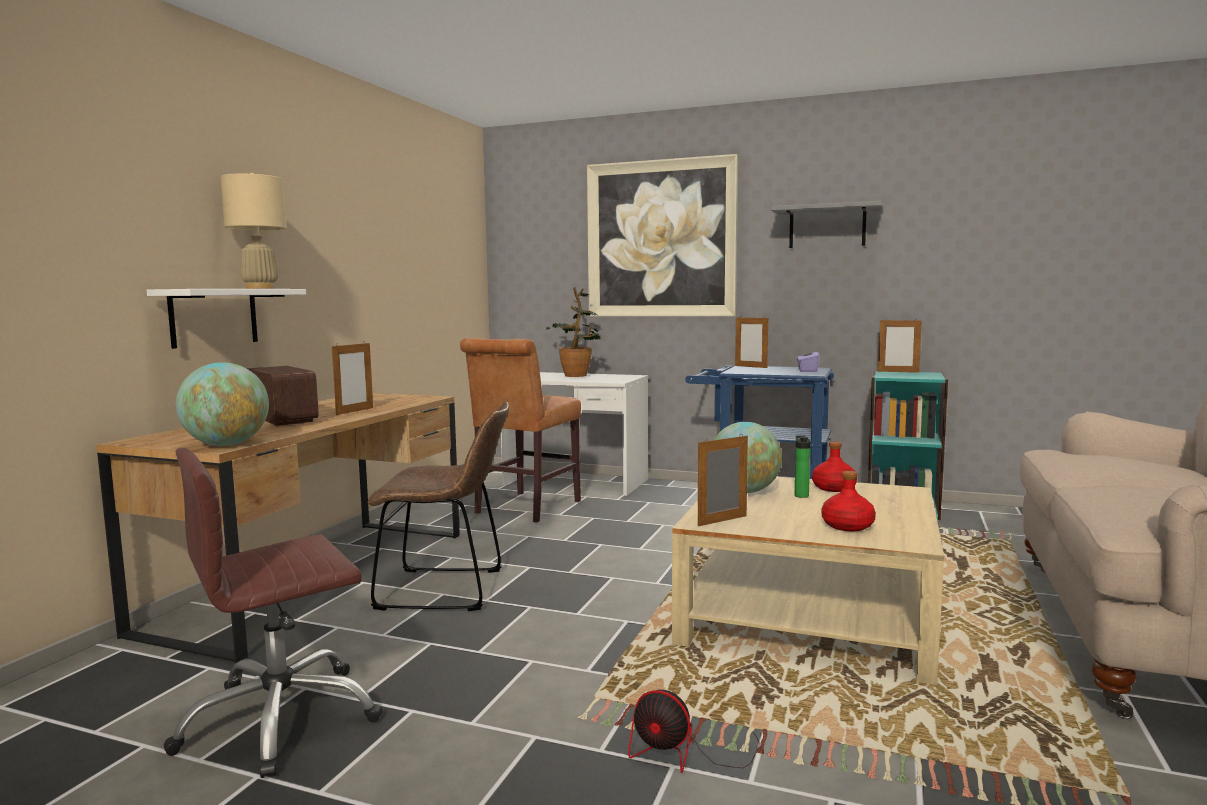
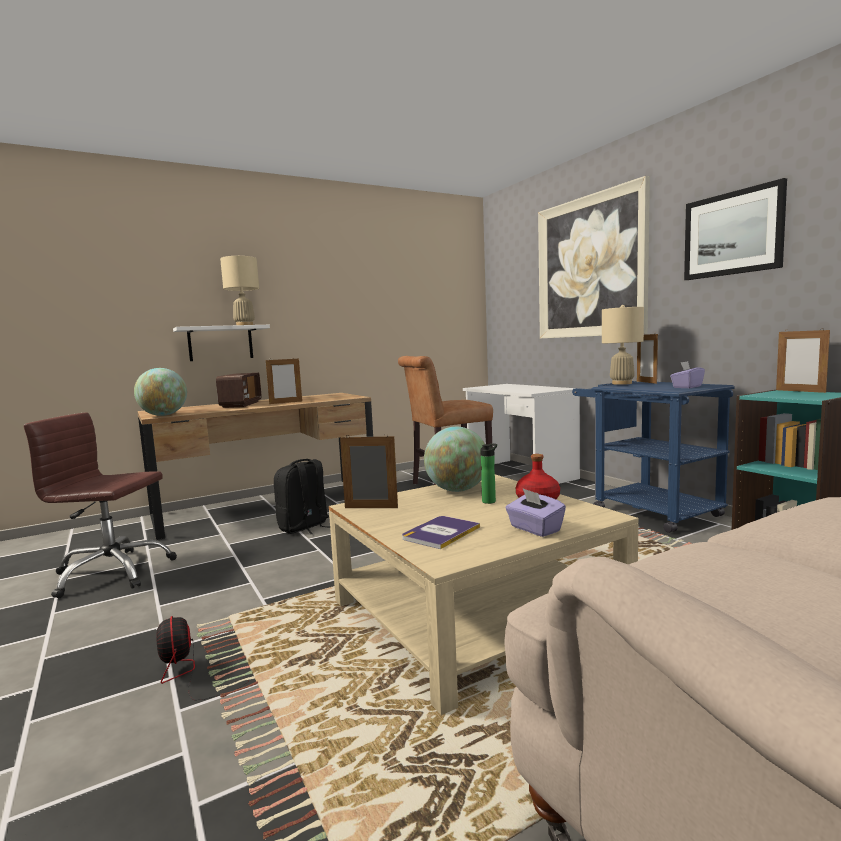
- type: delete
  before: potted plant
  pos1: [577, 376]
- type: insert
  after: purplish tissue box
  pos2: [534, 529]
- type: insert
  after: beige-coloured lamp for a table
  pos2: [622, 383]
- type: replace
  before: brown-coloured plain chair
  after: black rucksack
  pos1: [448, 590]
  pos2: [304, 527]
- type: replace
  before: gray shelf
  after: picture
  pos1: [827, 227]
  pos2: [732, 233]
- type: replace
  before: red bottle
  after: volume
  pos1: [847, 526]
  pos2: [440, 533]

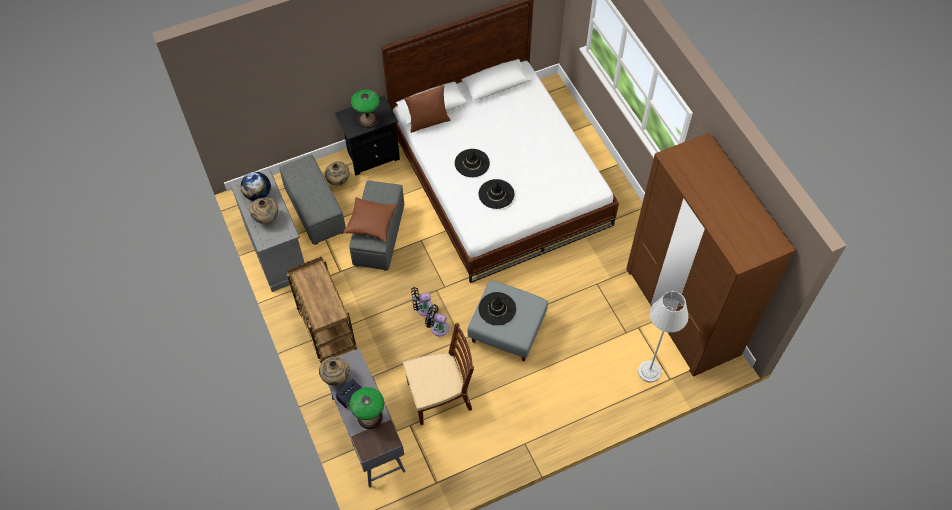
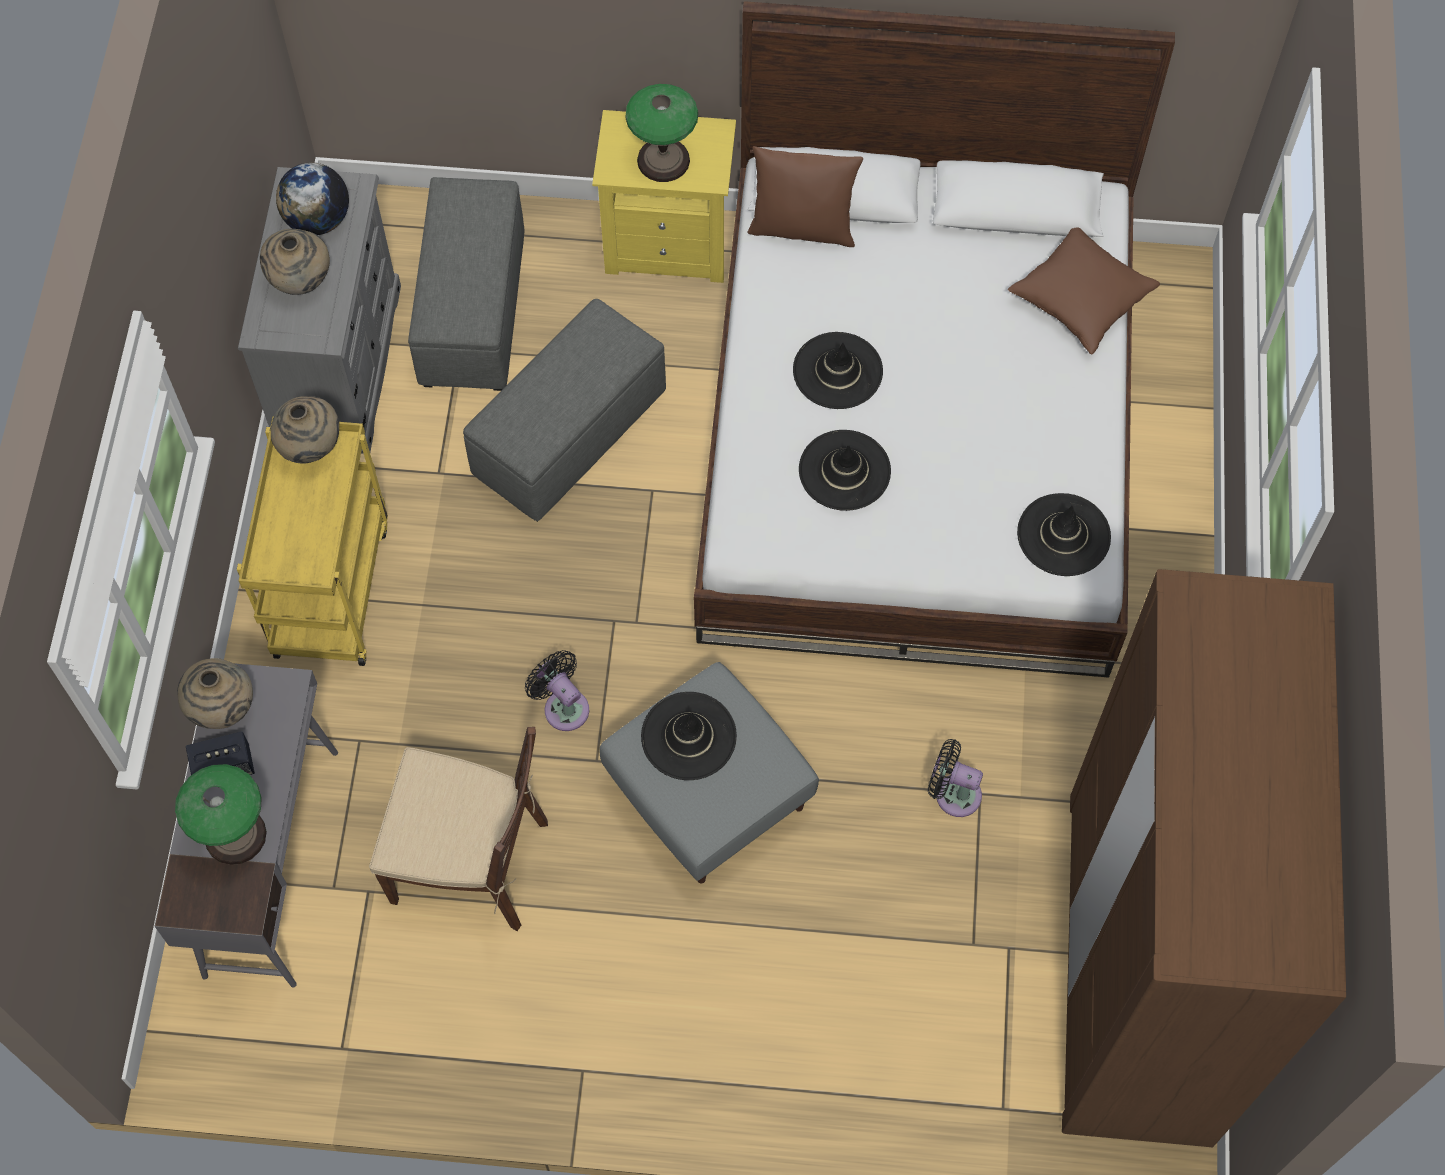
- type: delete
  before: gray standard lamp
  pos1: [649, 371]
- type: insert
  after: black wearable hat
  pos2: [1063, 535]
- type: move
  before: beige-coloured decorative vase
  pos1: [338, 181]
  pos2: [311, 449]
- type: move
  before: brown-coloured pillow
  pos1: [371, 223]
  pos2: [1080, 298]
- type: move
  before: black cooling fan
  pos1: [422, 308]
  pos2: [953, 793]
- type: recolor
  before: brown-coloured trolley
  after: yellow-coloured trolley
  pos1: [326, 330]
  pos2: [330, 587]
- type: recolor
  before: black bedside table
  after: yellow-coloured bedside table
  pos1: [372, 155]
  pos2: [669, 244]

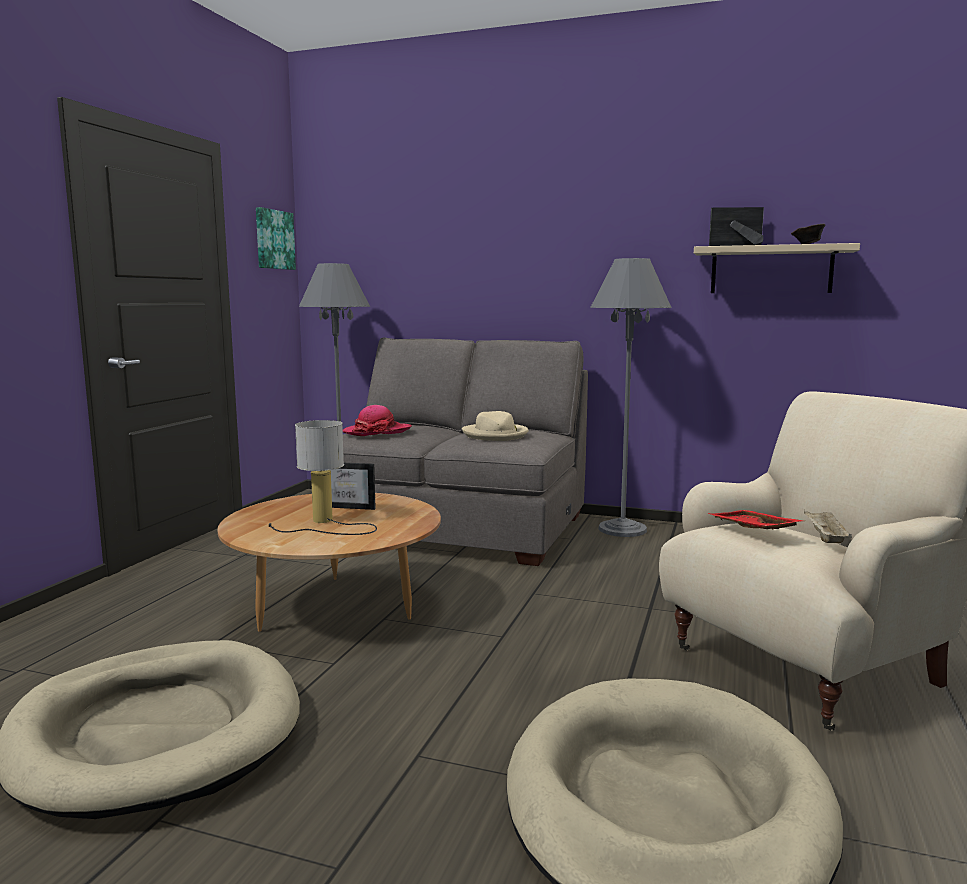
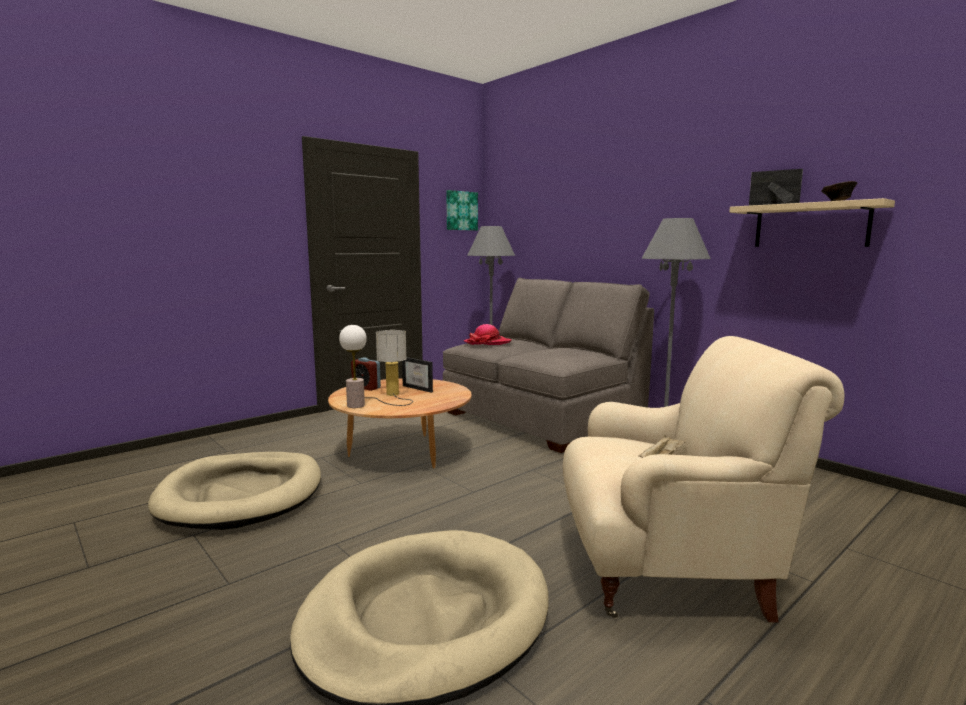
- type: delete
  before: beige-coloured wearable hat
  pos1: [495, 435]
- type: delete
  before: red serving tray
  pos1: [752, 530]
- type: insert
  after: lamp for a table
  pos2: [356, 405]
- type: insert
  after: table clock
  pos2: [366, 387]

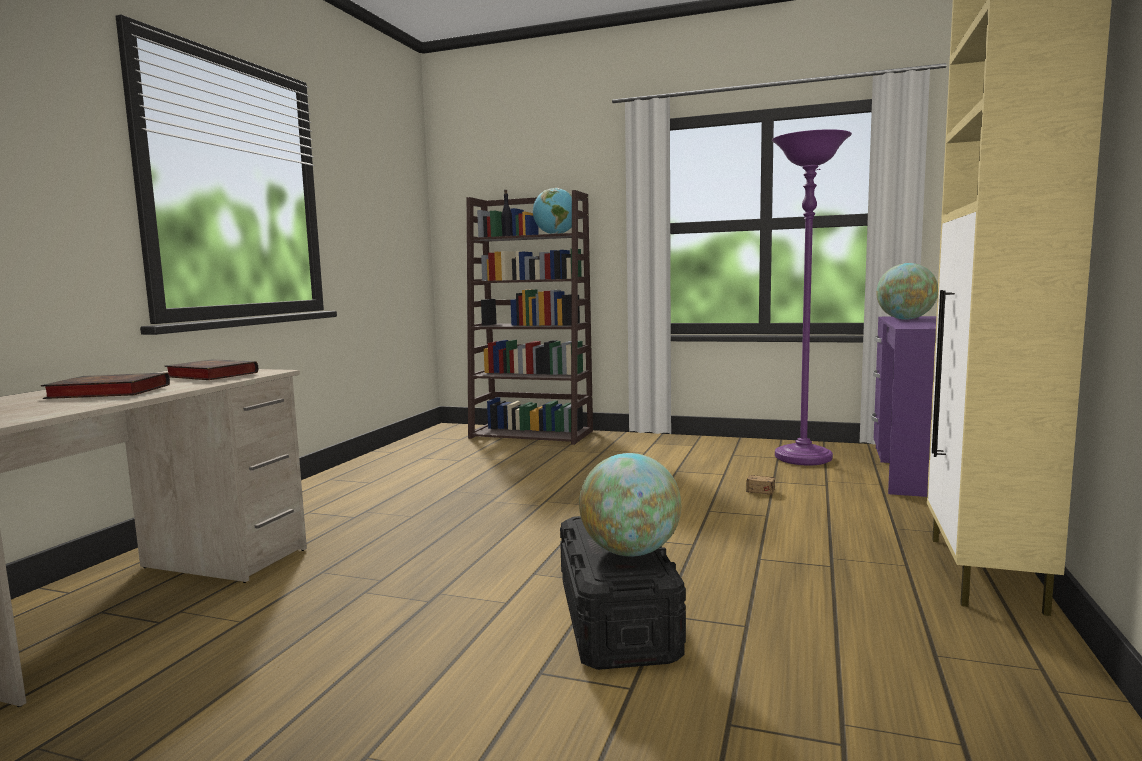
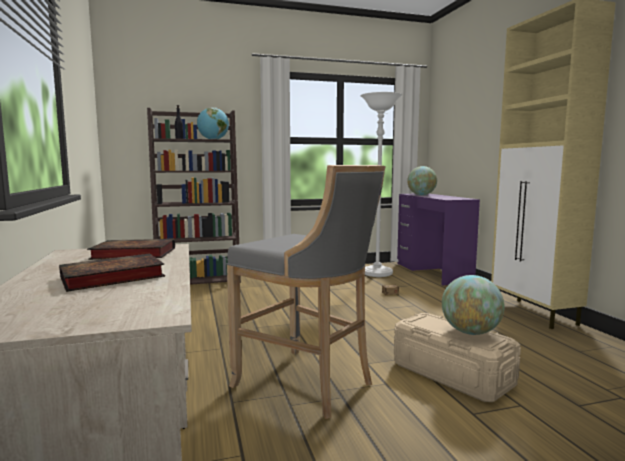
- type: insert
  after: gray stool
  pos2: [308, 384]
- type: recolor
  before: black storage bin
  after: beige-coloured storage bin
  pos1: [617, 618]
  pos2: [451, 374]
- type: recolor
  before: purplish standard lamp
  after: white-coloured standard lamp
  pos1: [803, 459]
  pos2: [377, 273]

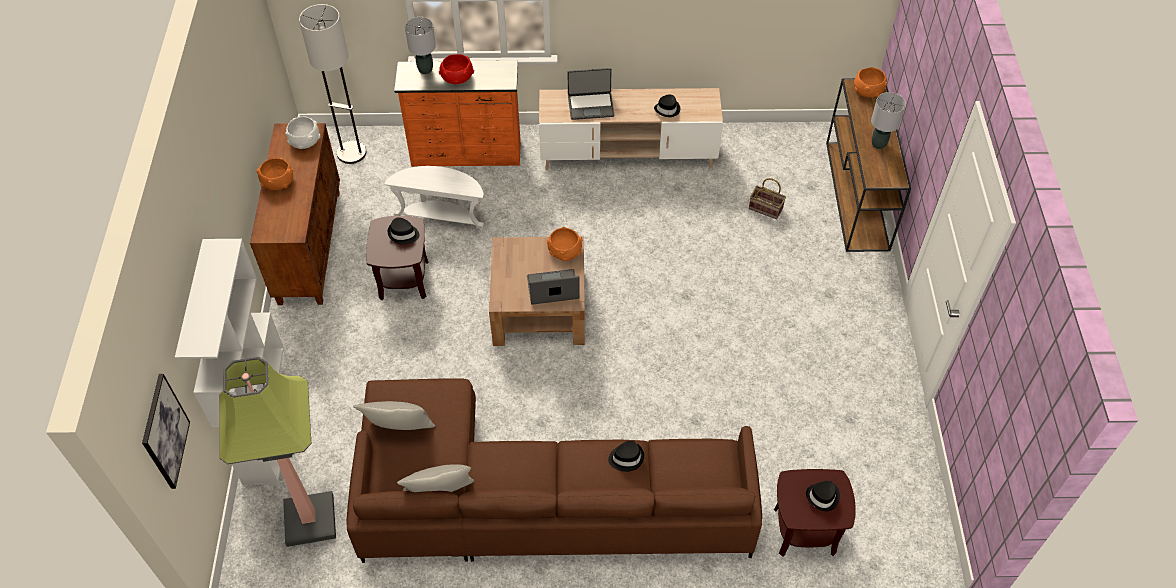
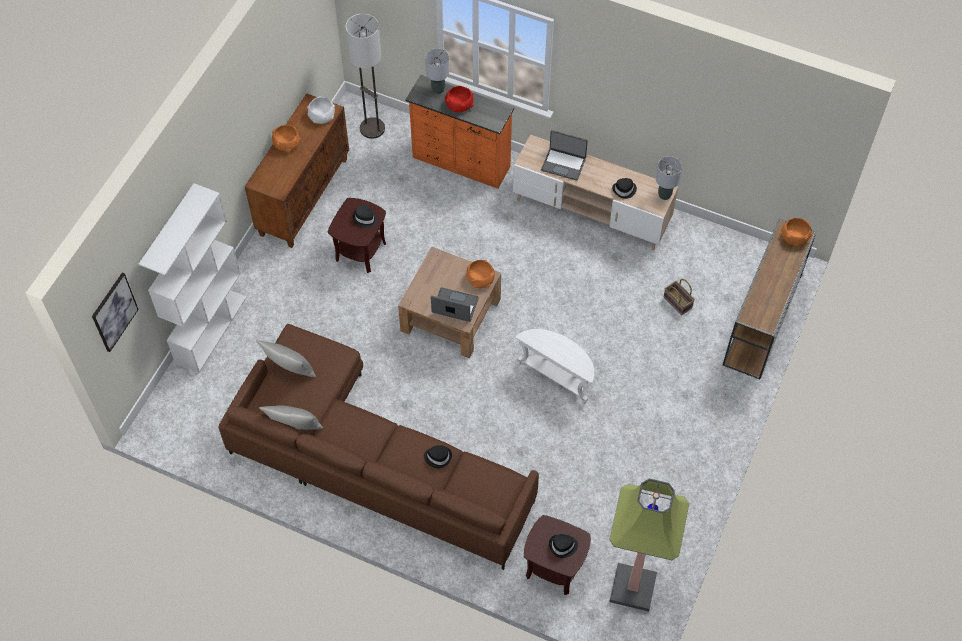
- type: move
  before: standard lamp
  pos1: [309, 519]
  pos2: [632, 587]
- type: move
  before: white-coloured side table
  pos1: [442, 218]
  pos2: [557, 376]
- type: move
  before: gray lamp for a table
  pos1: [879, 144]
  pos2: [664, 195]

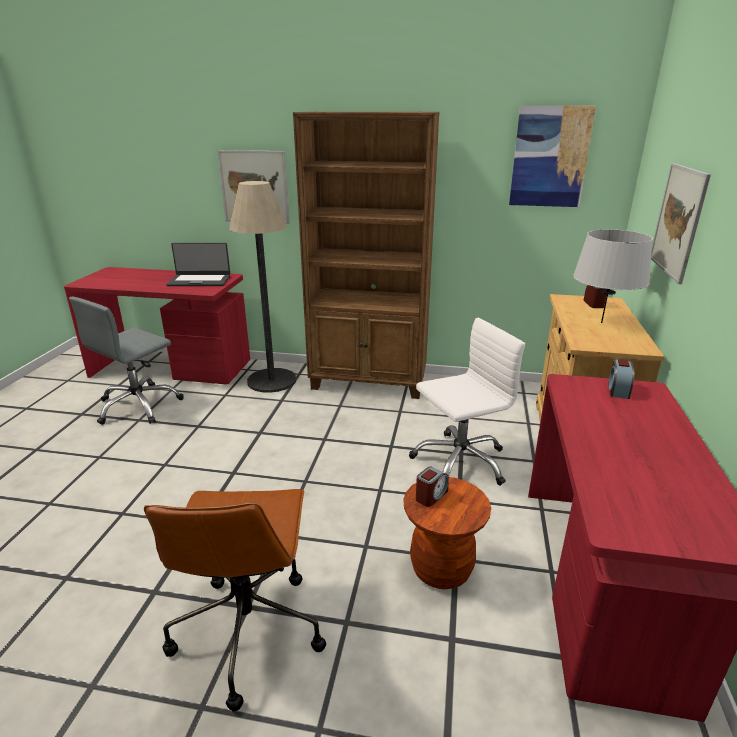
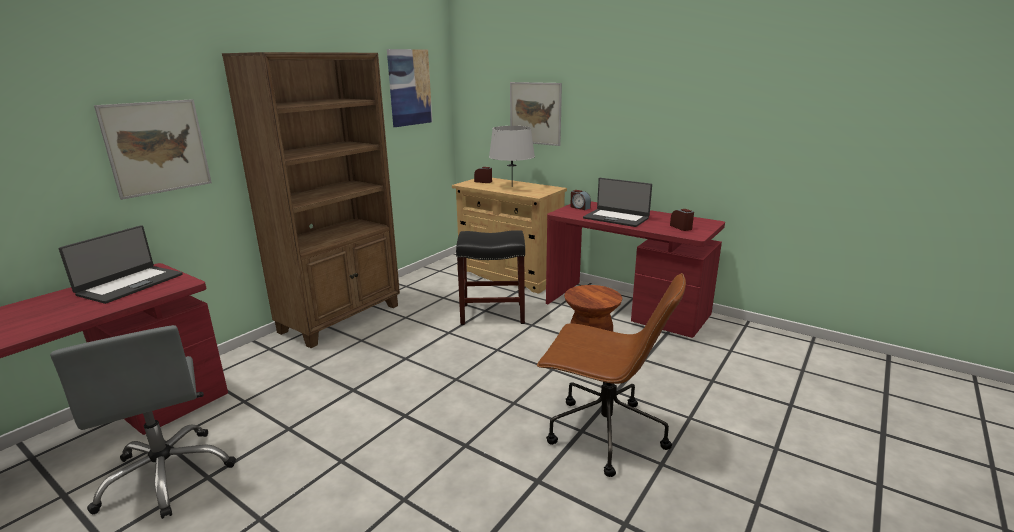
- type: delete
  before: standard lamp
  pos1: [272, 380]
- type: insert
  after: notebook computer
  pos2: [616, 218]
- type: move
  before: table clock
  pos1: [431, 496]
  pos2: [681, 227]
- type: replace
  before: white-coloured desk chair
  after: black stool
  pos1: [459, 461]
  pos2: [493, 313]

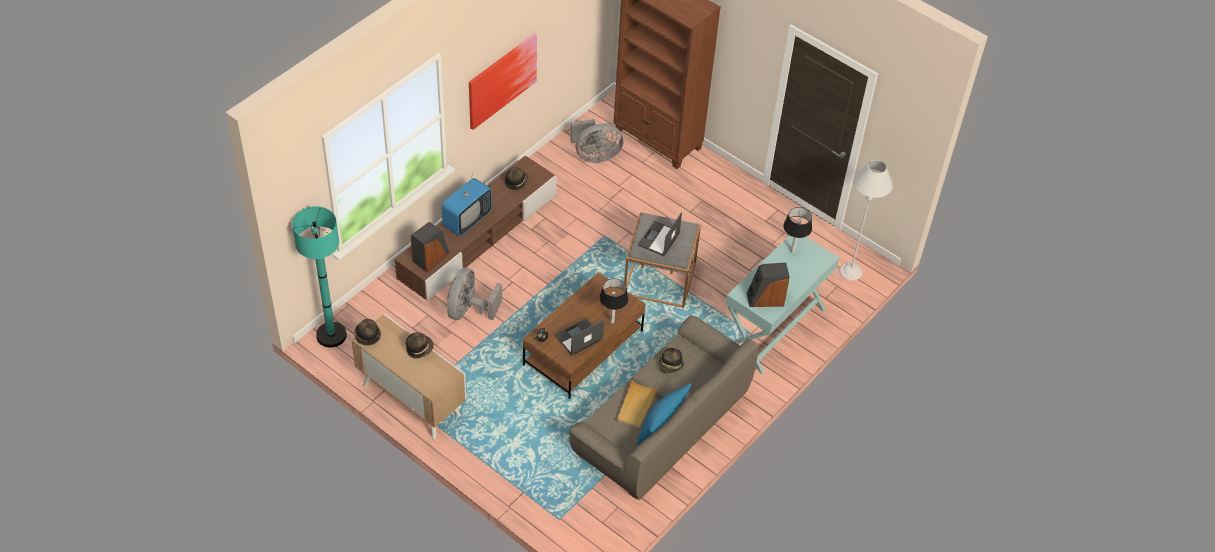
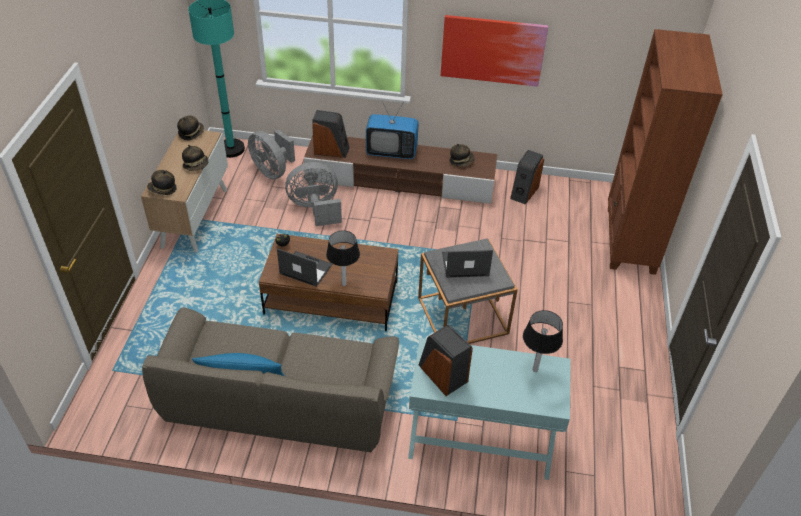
- type: delete
  before: beige-coloured serving tray
  pos1: [636, 406]
- type: delete
  before: gray standard lamp
  pos1: [850, 272]
- type: insert
  after: audio speaker
  pos2: [524, 192]
- type: move
  before: gray cooling fan
  pos1: [595, 156]
  pos2: [273, 171]
- type: move
  before: wearable hat
  pos1: [670, 366]
  pos2: [162, 190]

